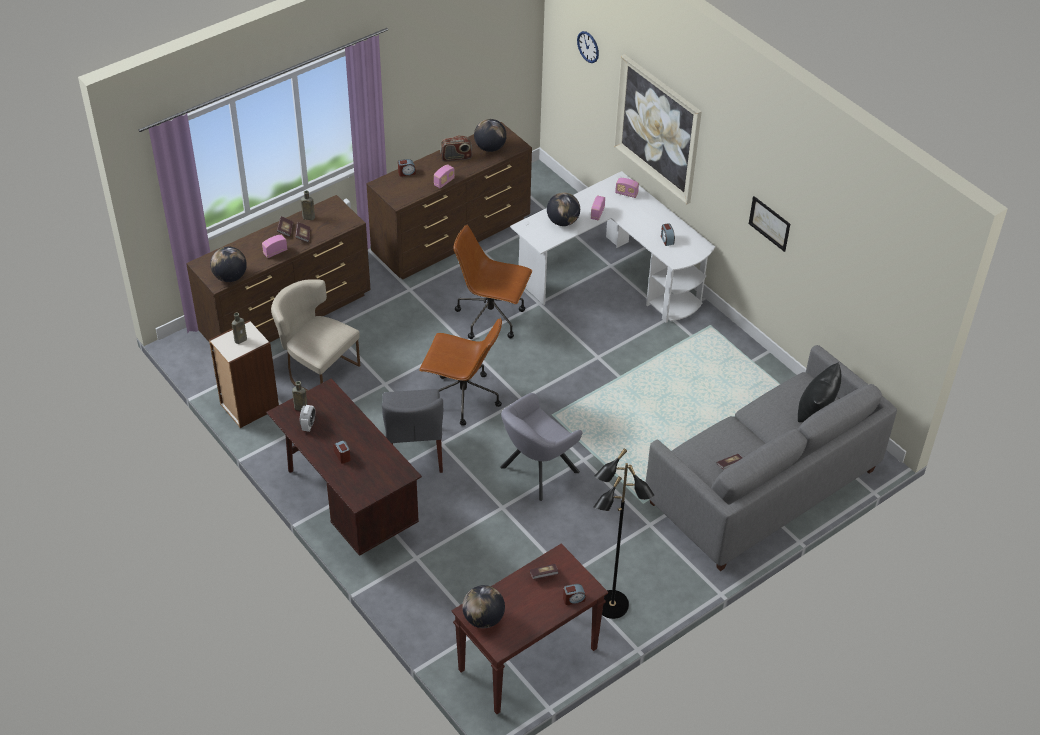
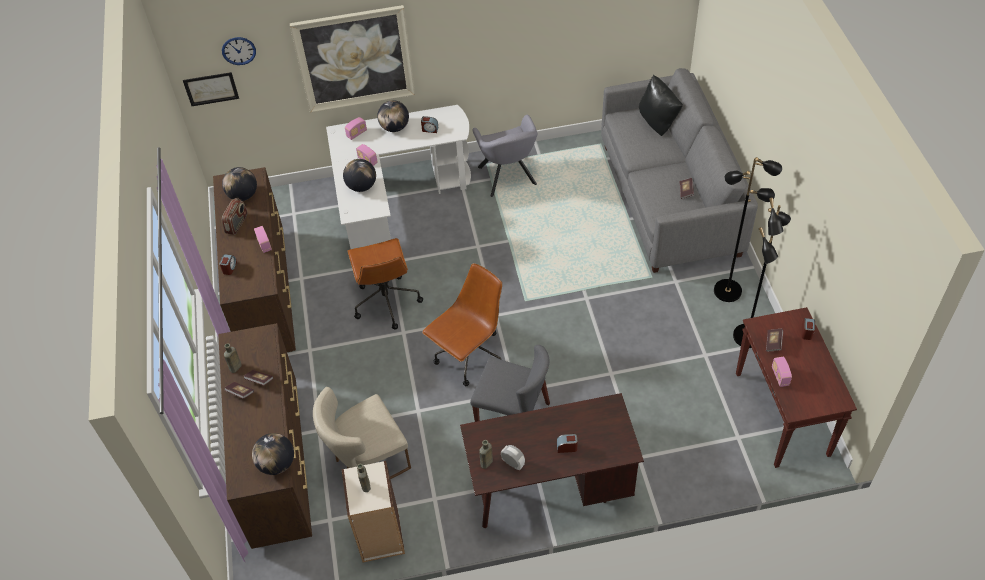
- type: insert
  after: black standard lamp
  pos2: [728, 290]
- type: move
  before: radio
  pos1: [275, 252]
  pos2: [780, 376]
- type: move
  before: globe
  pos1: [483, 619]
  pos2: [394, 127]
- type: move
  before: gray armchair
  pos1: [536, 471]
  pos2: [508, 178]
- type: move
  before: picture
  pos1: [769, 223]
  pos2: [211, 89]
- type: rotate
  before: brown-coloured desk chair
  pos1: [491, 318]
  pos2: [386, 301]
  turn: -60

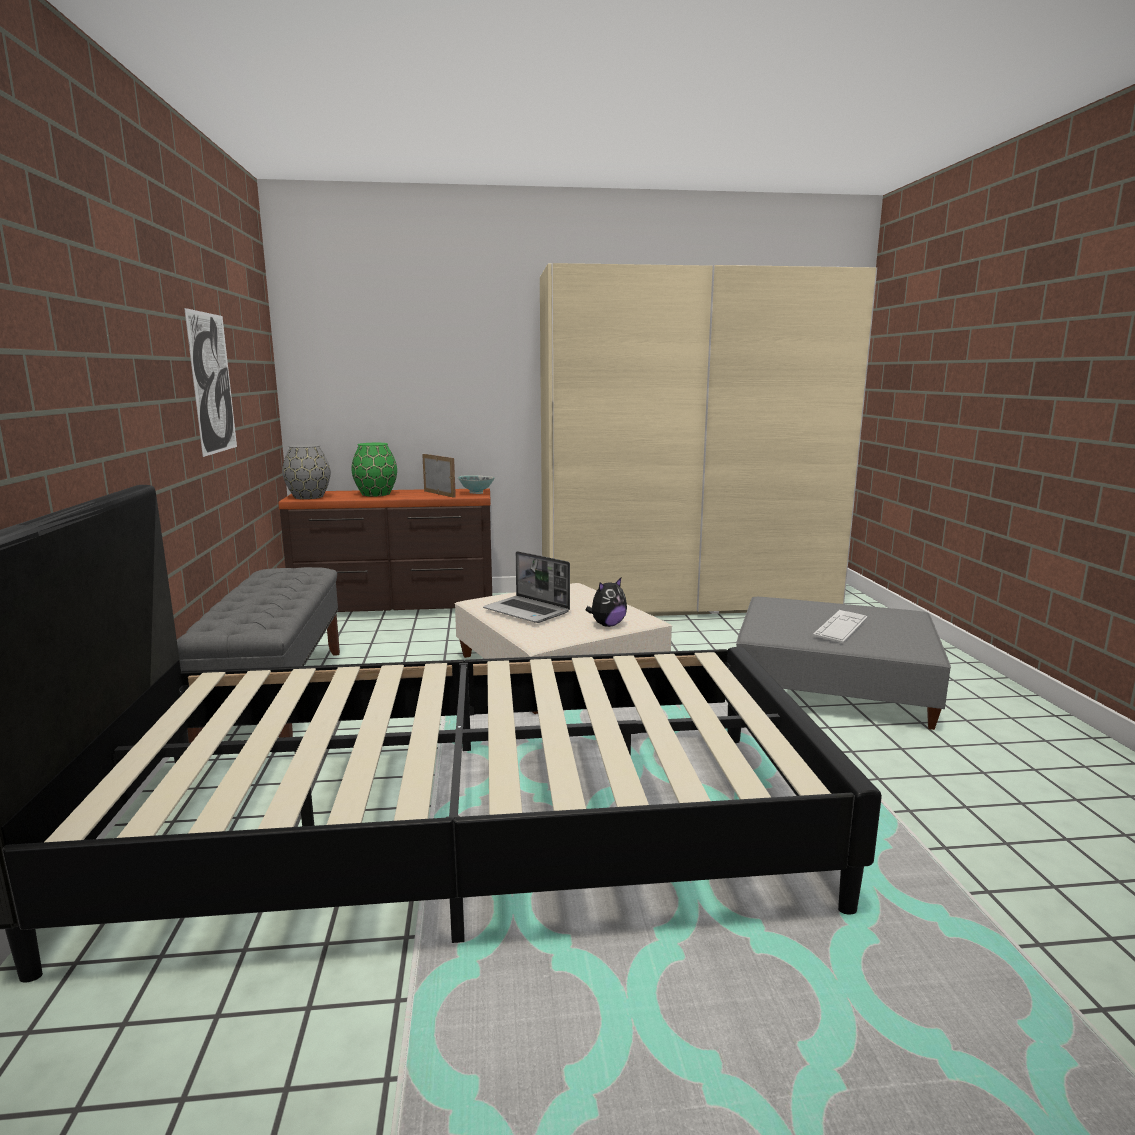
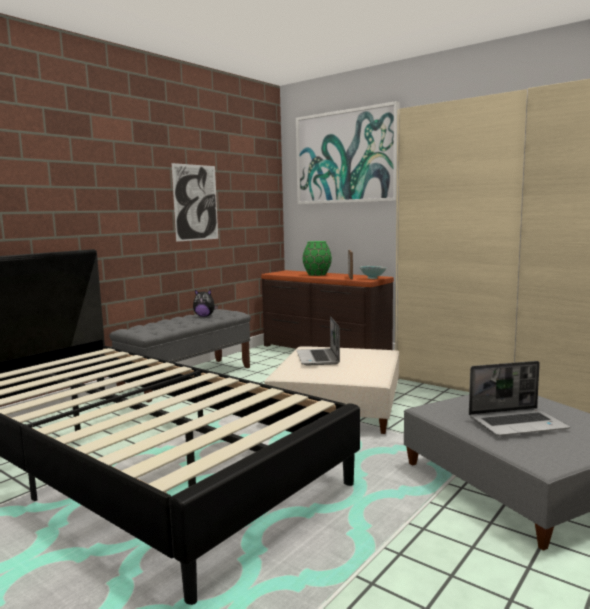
- type: delete
  before: gray decorative vase
  pos1: [308, 497]
- type: insert
  after: picture
  pos2: [346, 157]
- type: move
  before: cuddly toy
  pos1: [607, 625]
  pos2: [204, 316]
- type: replace
  before: PC keyboard
  after: notebook computer
  pos1: [841, 627]
  pos2: [517, 423]

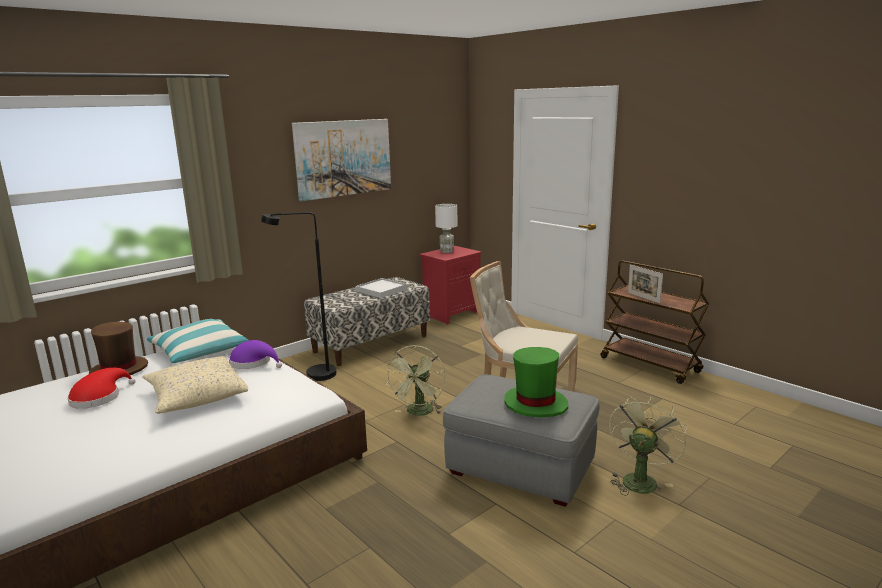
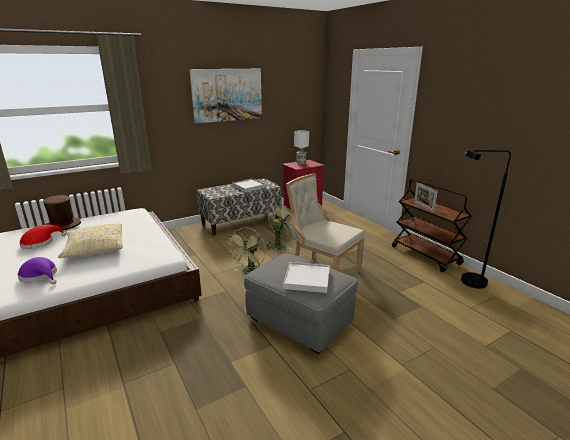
- type: delete
  before: pillow
  pos1: [199, 351]
- type: move
  before: purplish wearable hat
  pos1: [253, 363]
  pos2: [40, 276]
- type: move
  before: black standard lamp
  pos1: [312, 375]
  pos2: [467, 282]
- type: move
  before: green-coloured cooling fan
  pos1: [640, 479]
  pos2: [280, 245]
- type: replace
  before: green-coloured wearable hat
  after: white-coloured serving tray
  pos1: [535, 404]
  pos2: [307, 279]

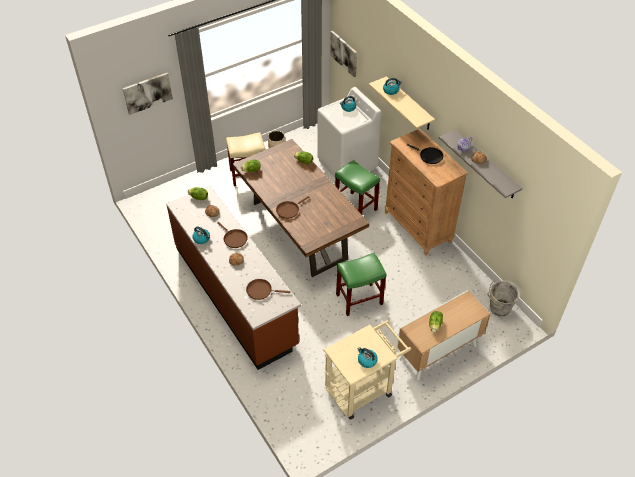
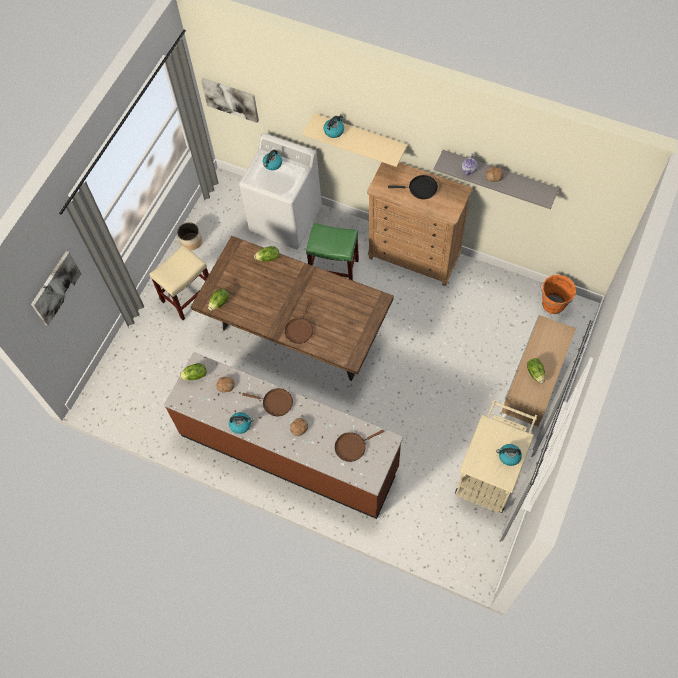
- type: delete
  before: green-coloured stool
  pos1: [359, 300]
- type: recolor
  before: gray bucket
  after: orange bucket
  pos1: [498, 308]
  pos2: [552, 305]

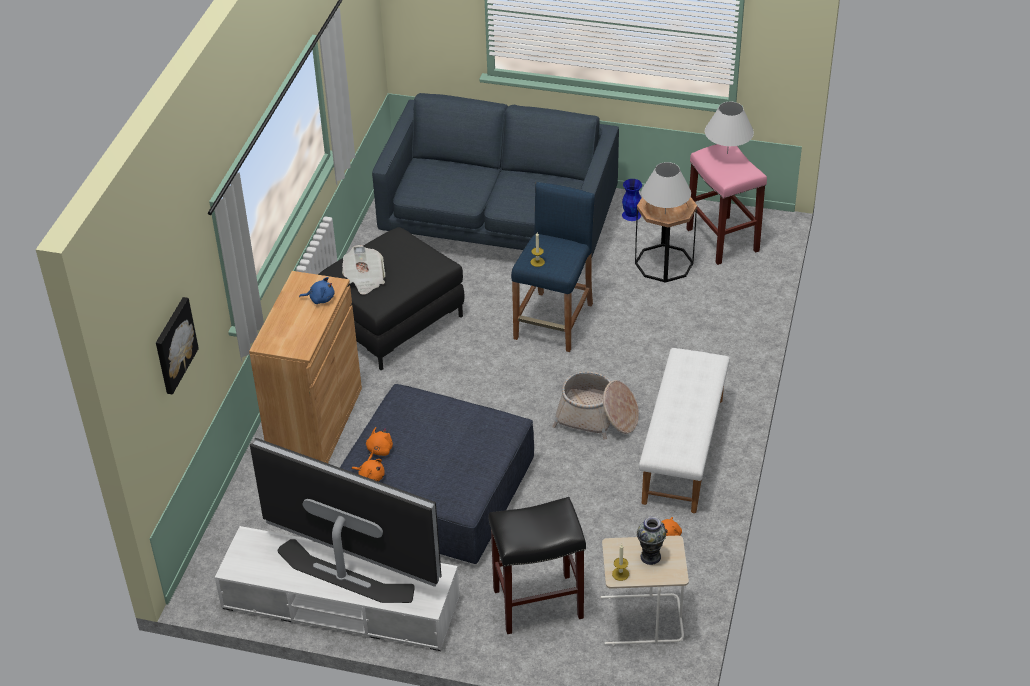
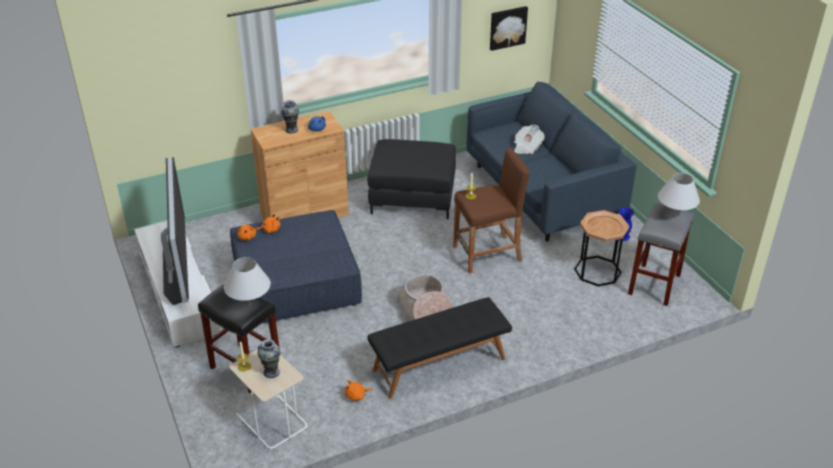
- type: insert
  after: decorative vase
  pos2: [292, 130]
- type: move
  before: picture
  pos1: [174, 345]
  pos2: [507, 27]
- type: move
  before: daily paper
  pos1: [364, 279]
  pos2: [527, 147]
- type: move
  before: white-coloured lamp for a table
  pos1: [665, 214]
  pos2: [250, 304]
- type: recolor
  before: blue stool
  after: brown-coloured stool
  pos1: [554, 321]
  pos2: [487, 254]
- type: recolor
  before: white-coloured bench
  after: black bench
  pos1: [684, 450]
  pos2: [439, 365]
- type: recolor
  before: pinkish stool
  after: gray stool
  pos1: [723, 240]
  pos2: [654, 285]

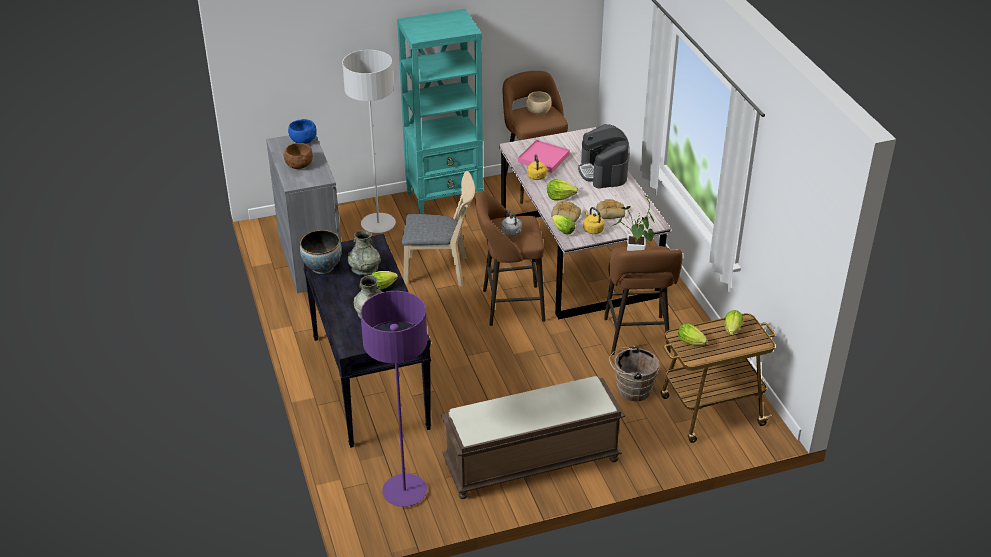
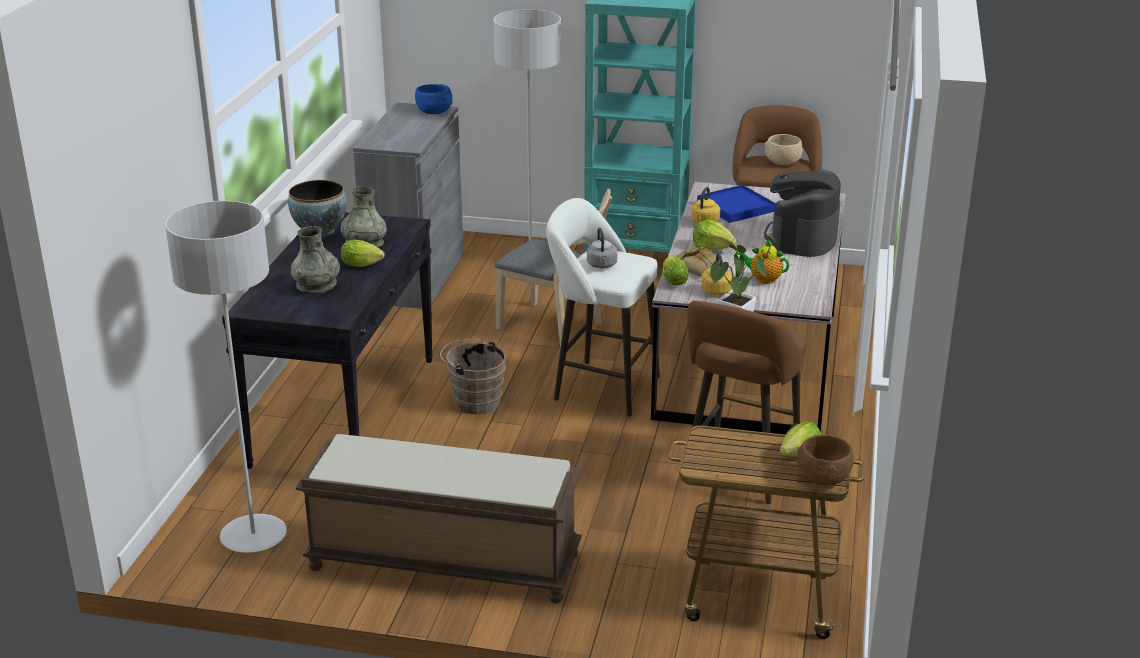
- type: delete
  before: lettuce
  pos1: [692, 343]
- type: move
  before: brown-coloured bowl
  pos1: [299, 165]
  pos2: [824, 478]
- type: move
  before: brown-coloured bucket
  pos1: [631, 389]
  pos2: [474, 401]
- type: replace
  before: baked bread
  after: teapot
  pos1: [610, 212]
  pos2: [763, 279]
- type: recolor
  before: purplish standard lamp
  after: gray standard lamp
  pos1: [404, 492]
  pos2: [253, 536]
- type: recolor
  before: brown-coloured stool
  after: white-coloured stool
  pos1: [509, 306]
  pos2: [600, 387]
- type: recolor
  before: pinkish serving tray
  after: blue serving tray
  pos1: [543, 158]
  pos2: [736, 207]

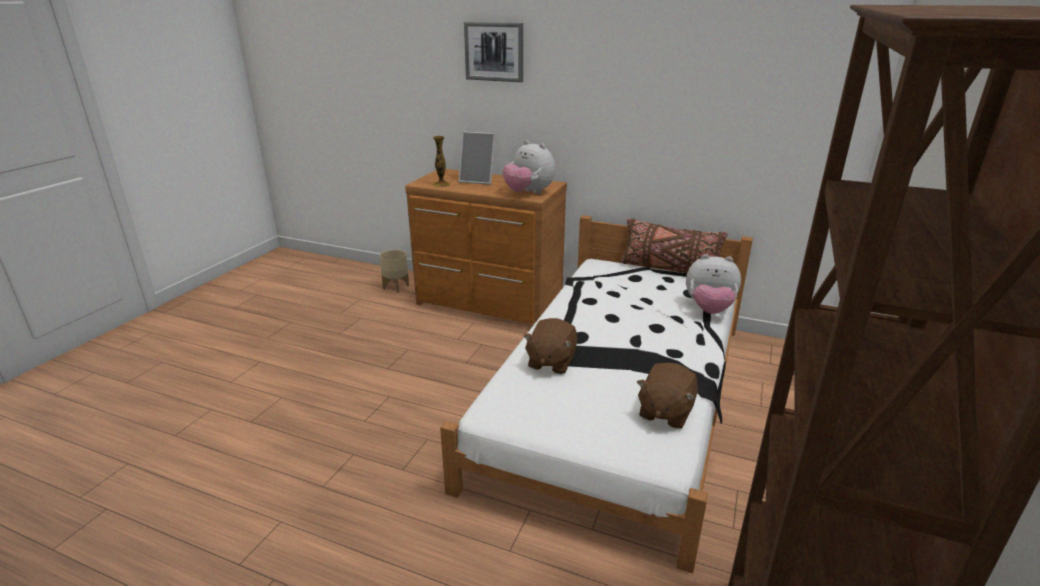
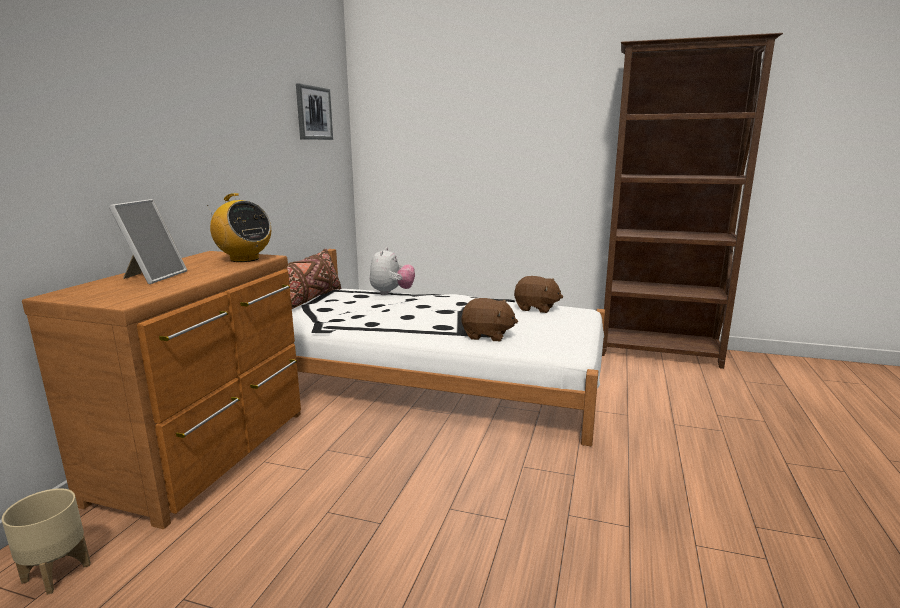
- type: delete
  before: decorative vase
  pos1: [441, 184]
- type: move
  before: picture
  pos1: [494, 52]
  pos2: [313, 113]
- type: replace
  before: cuddly toy
  after: radio
  pos1: [528, 193]
  pos2: [244, 259]

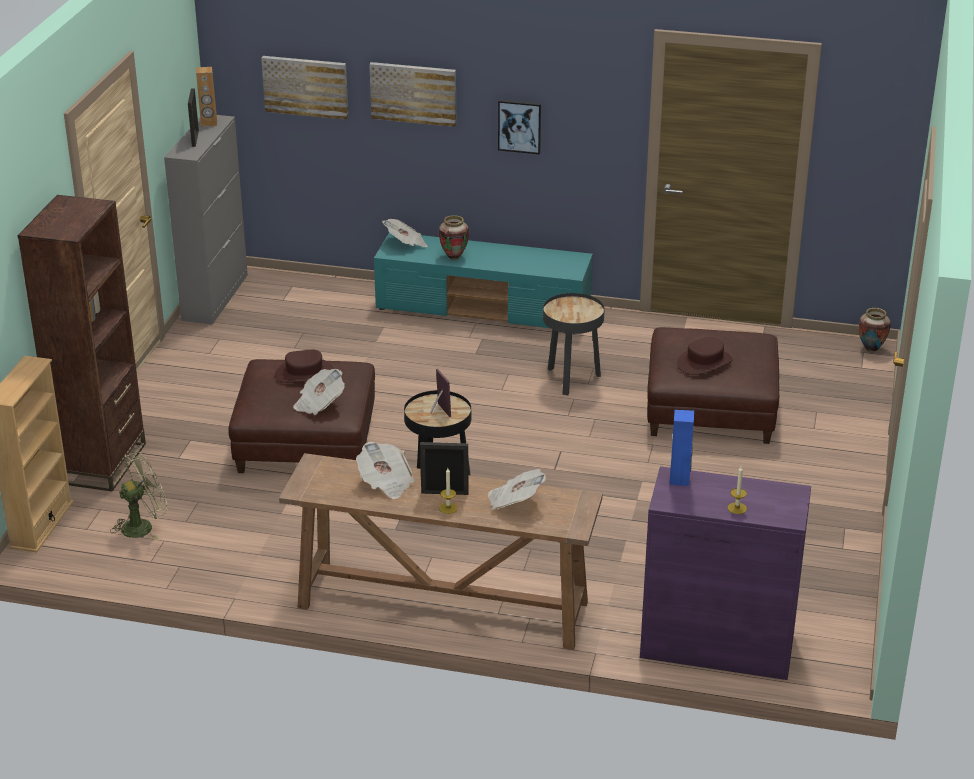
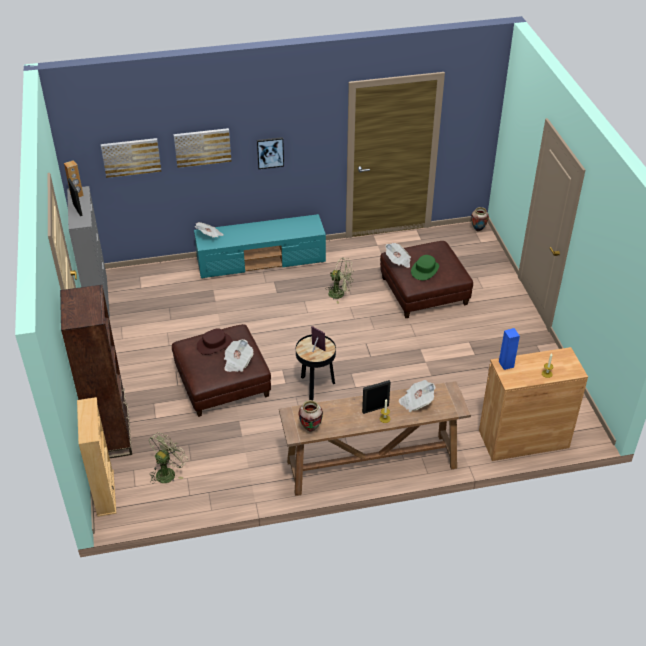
- type: move
  before: daily paper
  pos1: [385, 483]
  pos2: [398, 261]
- type: move
  before: decorative vase
  pos1: [454, 257]
  pos2: [310, 428]
- type: replace
  before: black side table
  after: green-coloured cooling fan
  pos1: [571, 379]
  pos2: [340, 294]
- type: recolor
  before: purplish cupboard
  after: brown-coloured cupboard
  pos1: [717, 645]
  pos2: [523, 439]
- type: recolor
  before: brown-coloured wearable hat
  after: green-coloured wearable hat
  pos1: [704, 362]
  pos2: [425, 270]

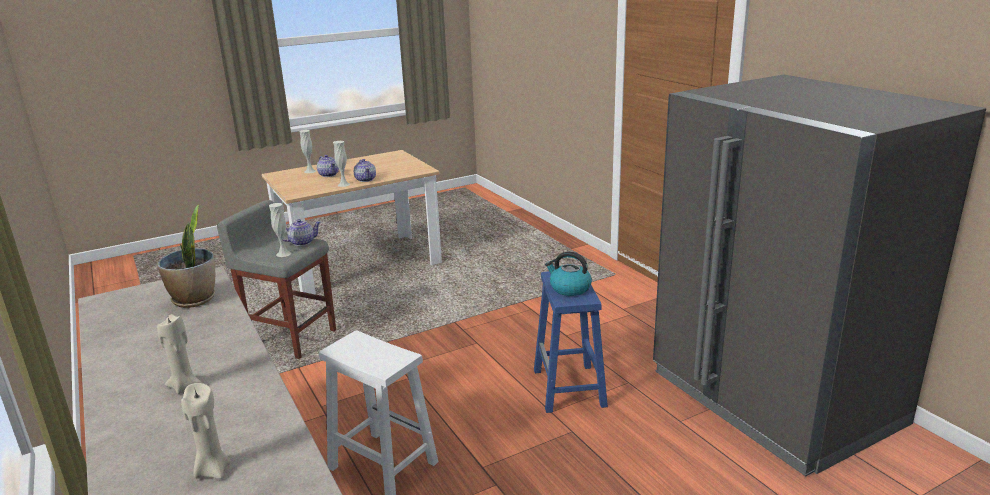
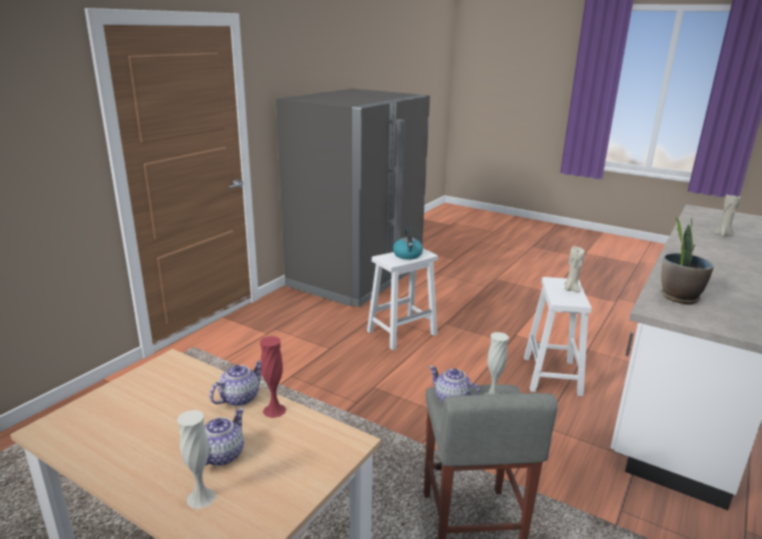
- type: move
  before: beige-coloured candle
  pos1: [185, 386]
  pos2: [570, 289]
- type: recolor
  before: white-coloured decorative vase
  after: red decorative vase
  pos1: [343, 184]
  pos2: [274, 410]
- type: recolor
  before: blue stool
  after: white-coloured stool
  pos1: [569, 388]
  pos2: [402, 332]

